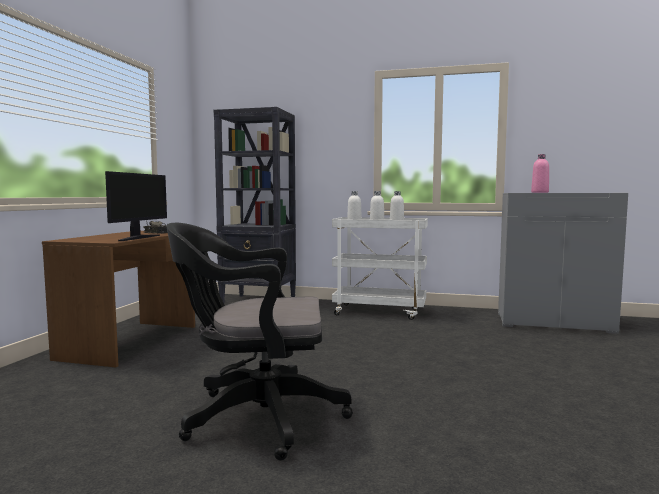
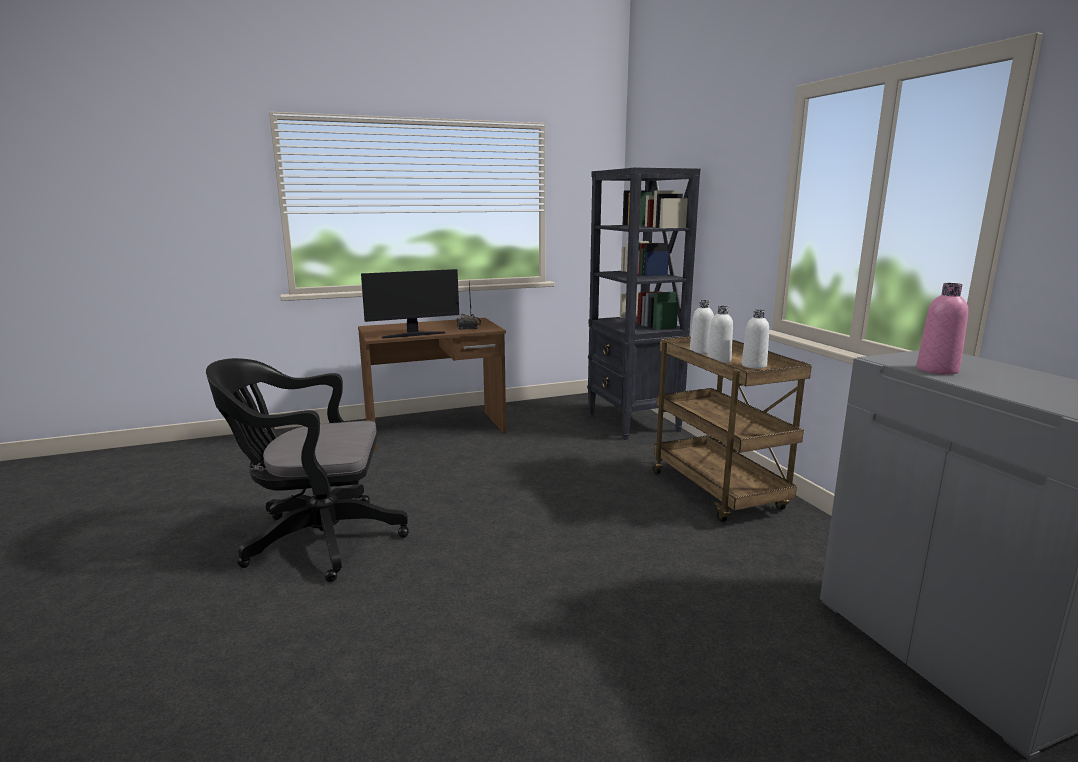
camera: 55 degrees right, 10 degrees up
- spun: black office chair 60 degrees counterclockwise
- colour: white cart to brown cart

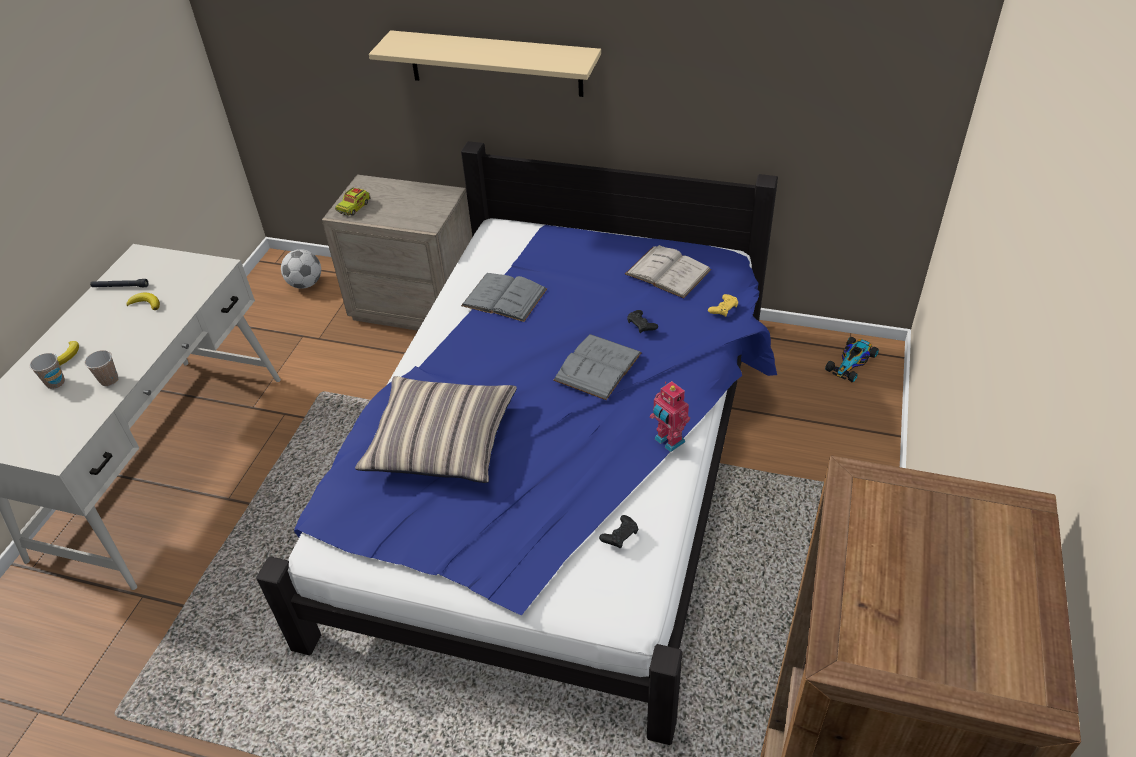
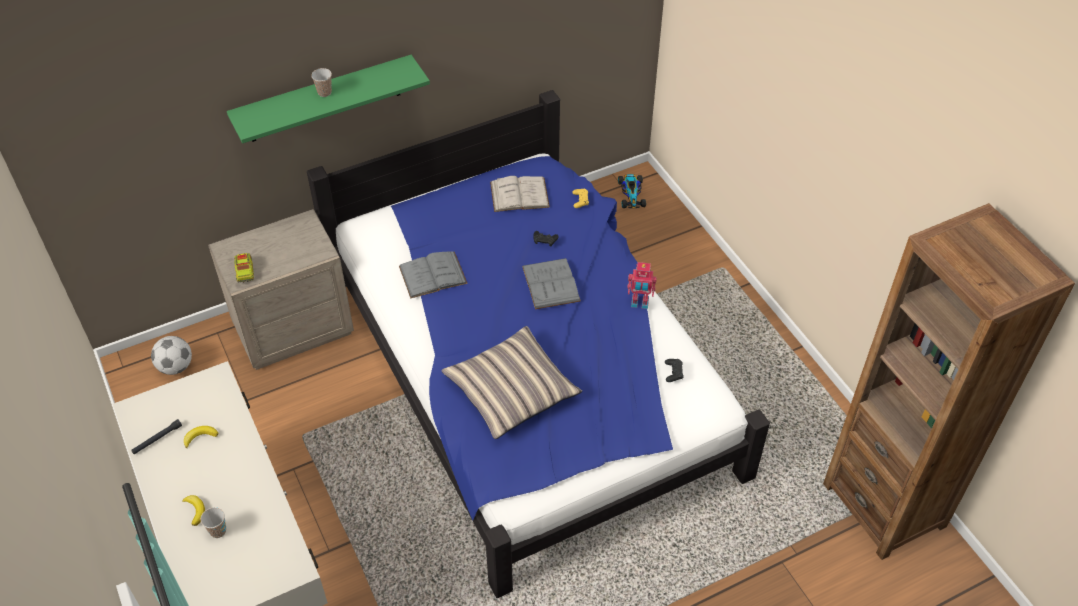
camera: 45 degrees left, 5 degrees up
- colour: beige shelf to green shelf
- relocated: cup (no. 2 from left)

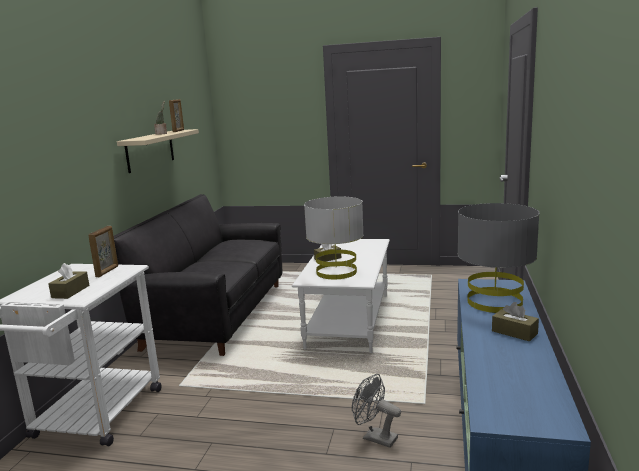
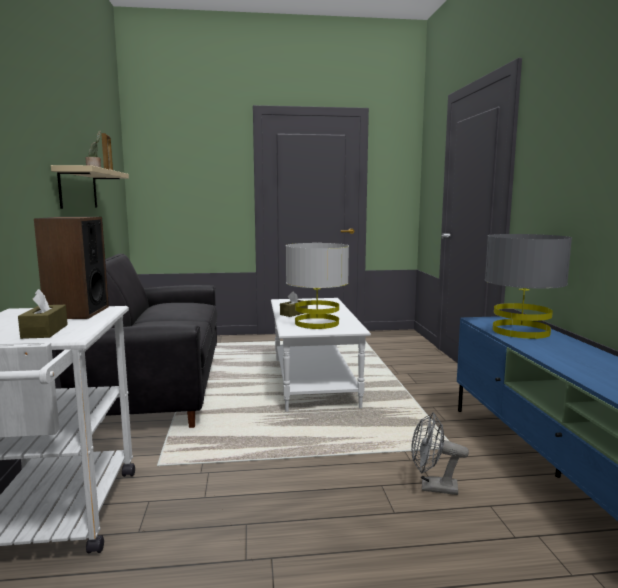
camera: 20 degrees left, 5 degrees down
- exchanged: picture frame (no. 1 from left) to speaker
- missing: brown tissue box (no. 3 from left)

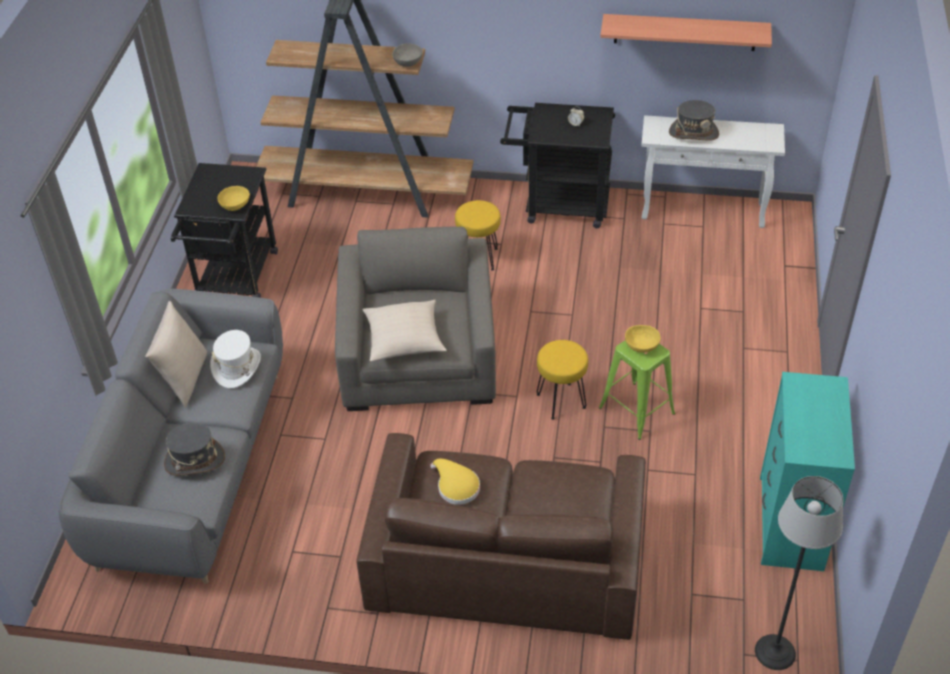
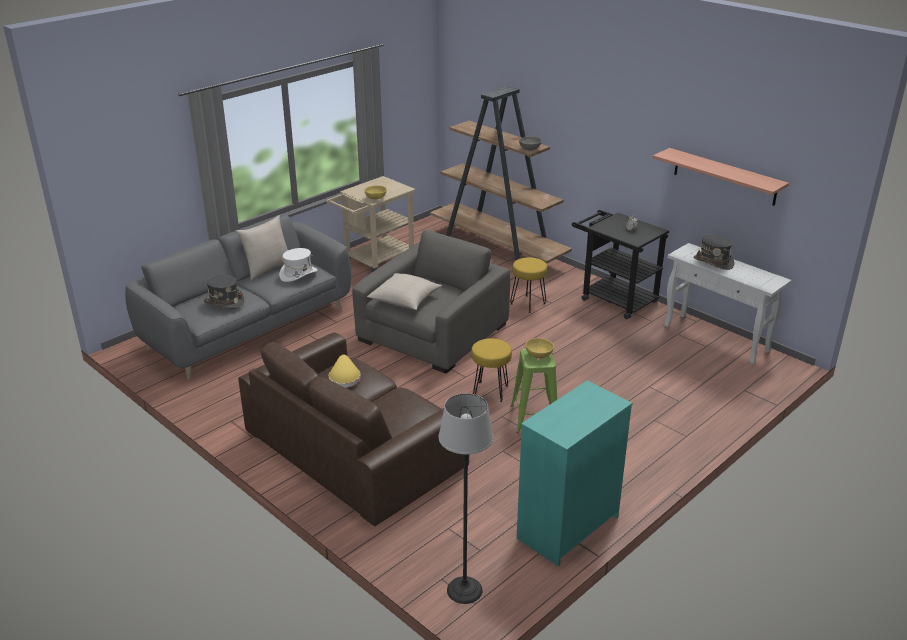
camera: 35 degrees right, 15 degrees down
- colour: black cart (no. 1 from left) to beige cart

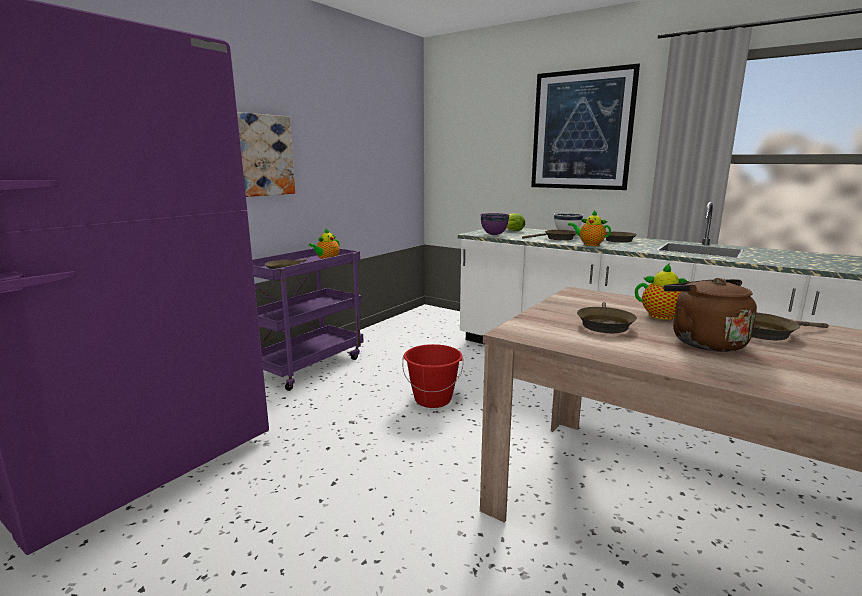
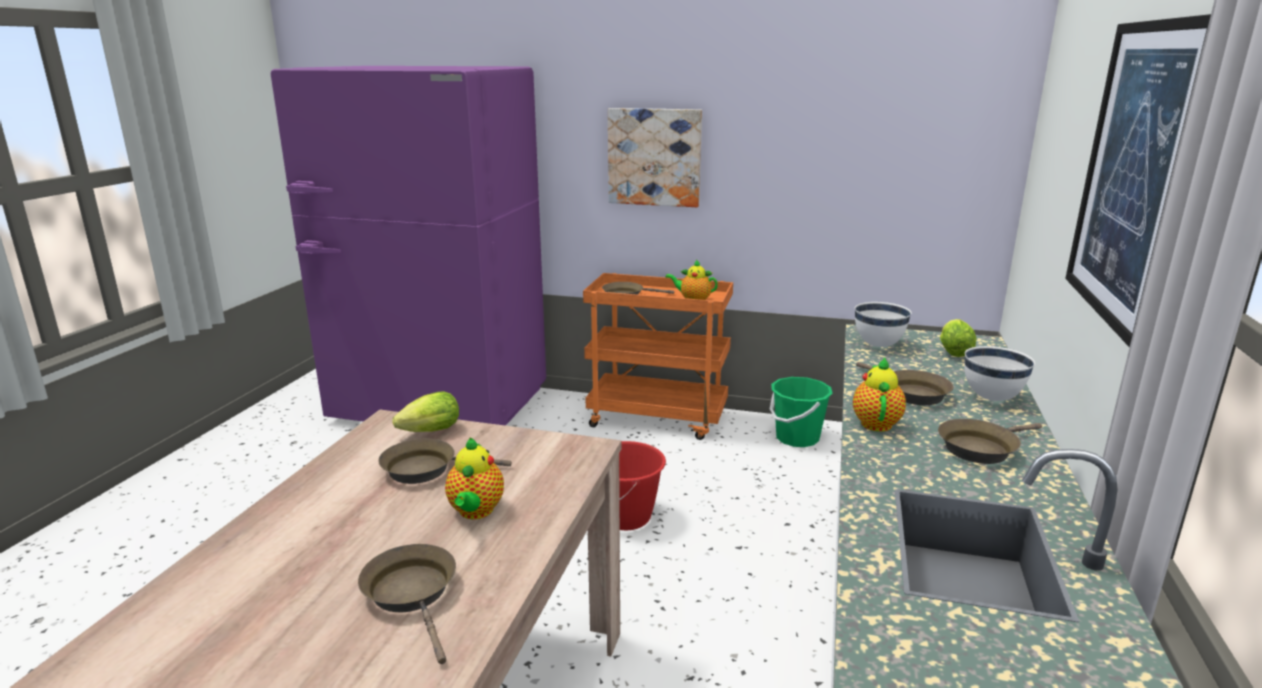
camera: 70 degrees right, 5 degrees up
- appeared: lettuce (no. 1 from left)
- colour: purple cart to orange cart
- appeared: green bucket
- colour: purple bowl to white bowl (no. 1 from left)
- missing: brown kettle

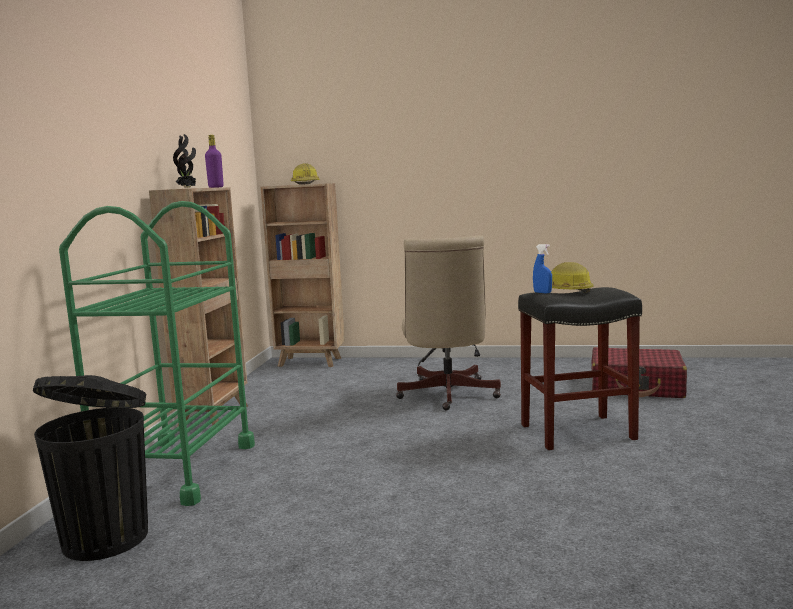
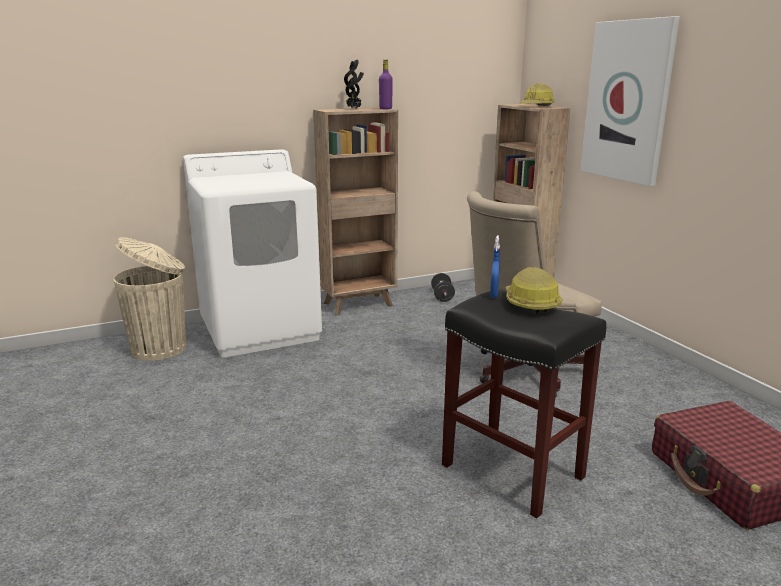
camera: 55 degrees right, 10 degrees up
- colour: black trash can to beige trash can
- exchanged: green cart to white washing machine
- appeared: black dumbbell
- appeared: picture

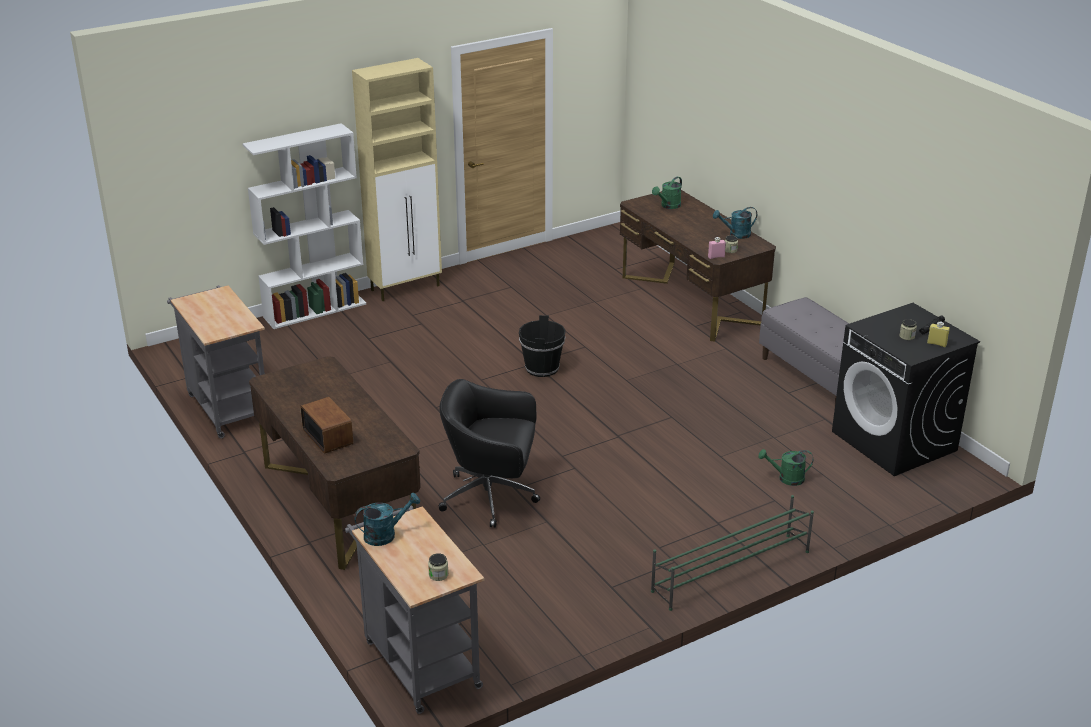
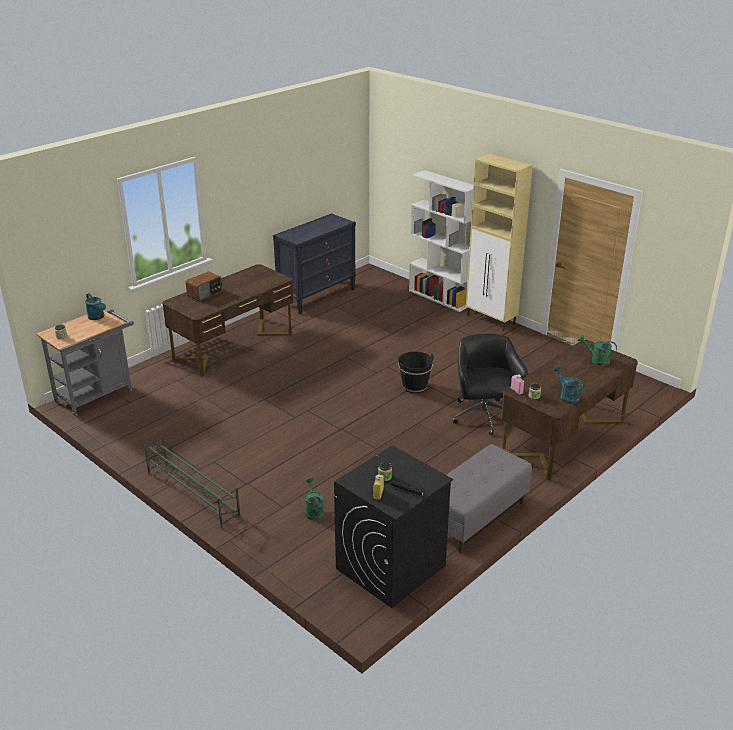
camera: 75 degrees right, 0 degrees up
- exchanged: grey cart (no. 1 from left) to black dresser
- relocated: black office chair

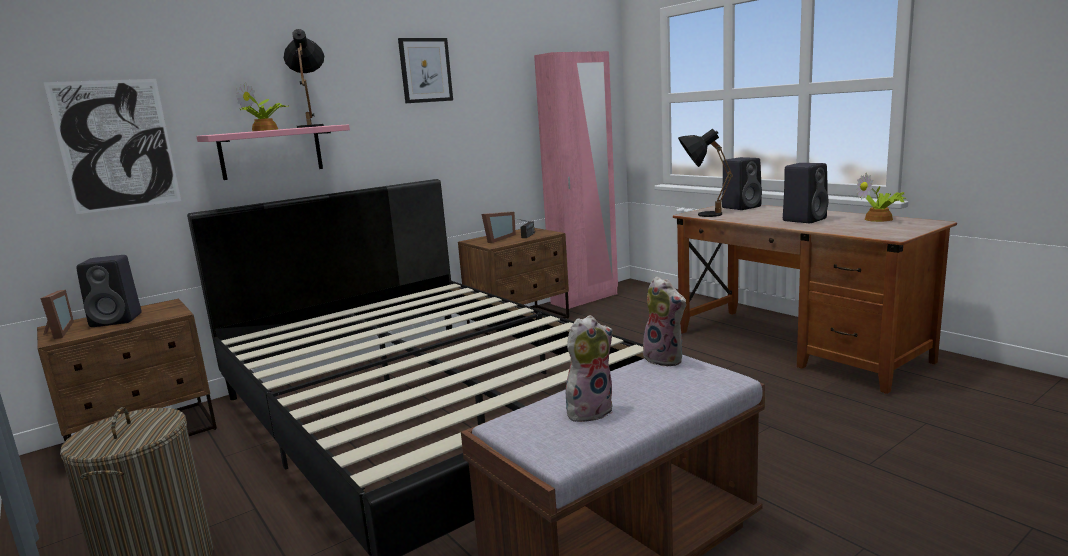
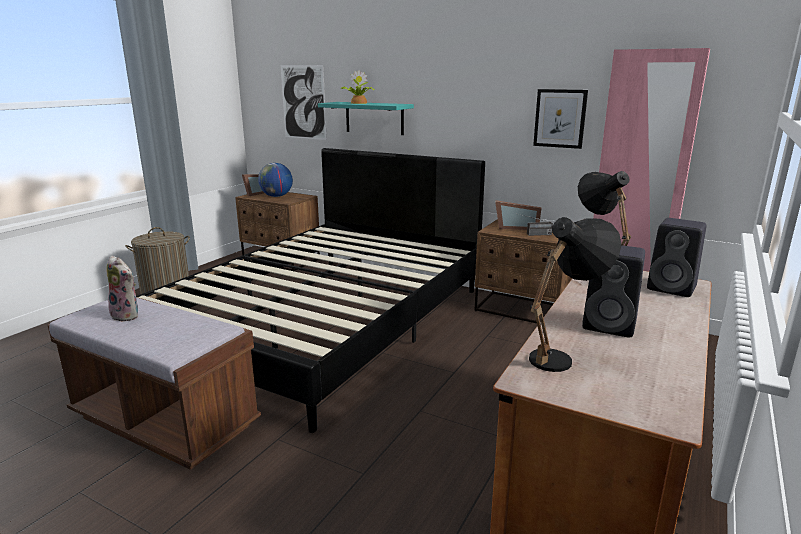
camera: 65 degrees right, 5 degrees up
- exchanged: black speaker (no. 1 from left) to globe
- colour: pink shelf to turquoise shelf
- relocated: black table lamp (no. 1 from left)
- relocated: picture (no. 2 from left)
- missing: plush toy (no. 2 from left)
- missing: potted plant (no. 2 from left)

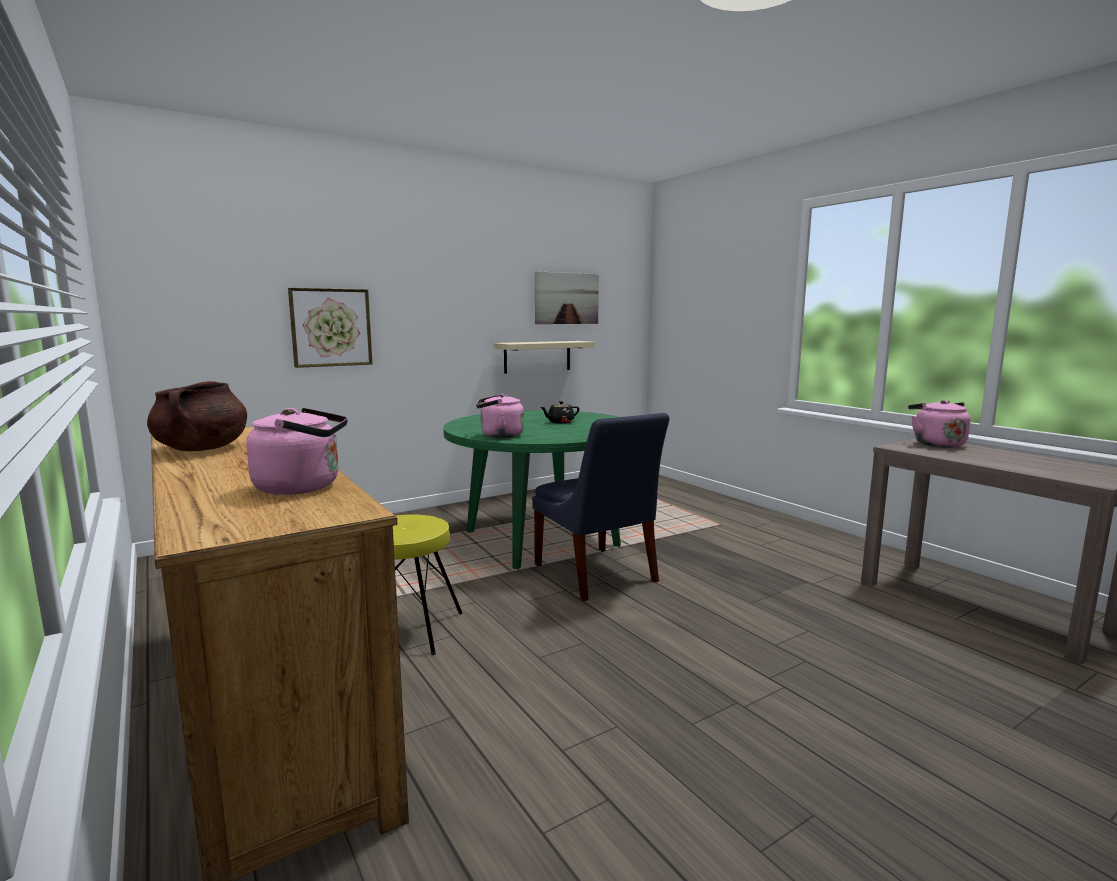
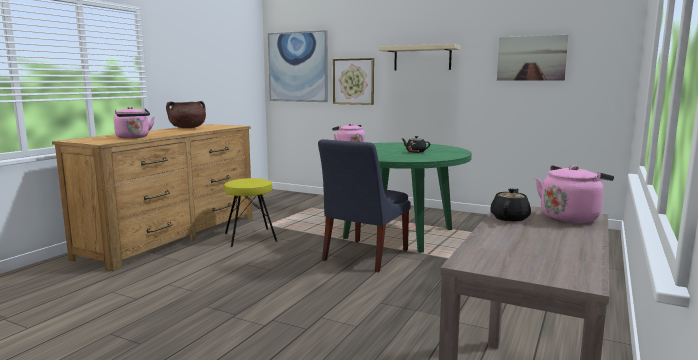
camera: 60 degrees right, 0 degrees up
- appeared: picture (no. 1 from left)
- relocated: beige shelf
- appeared: black teapot (no. 2 from left)

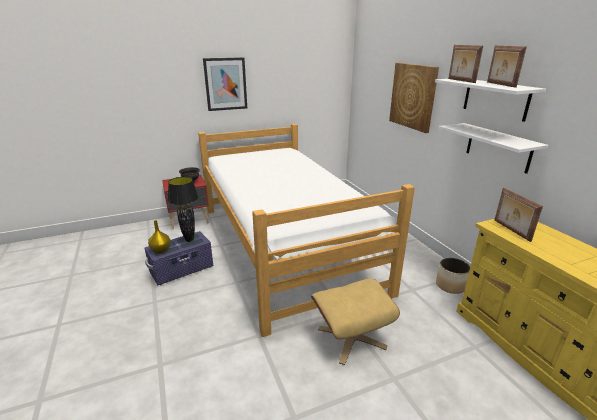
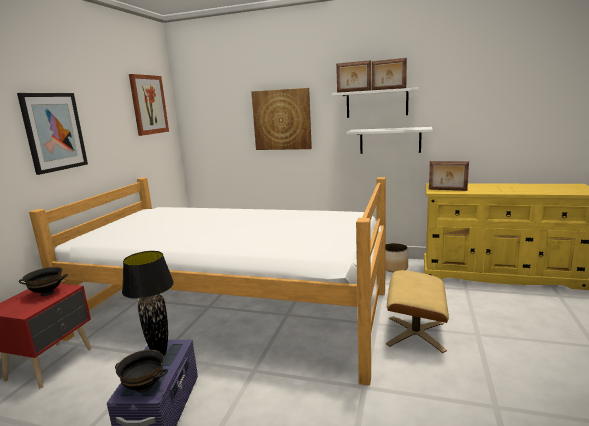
camera: 50 degrees left, 10 degrees down
- exchanged: yellow vase to black bowl (no. 2 from left)
- appeared: picture (no. 2 from left)

